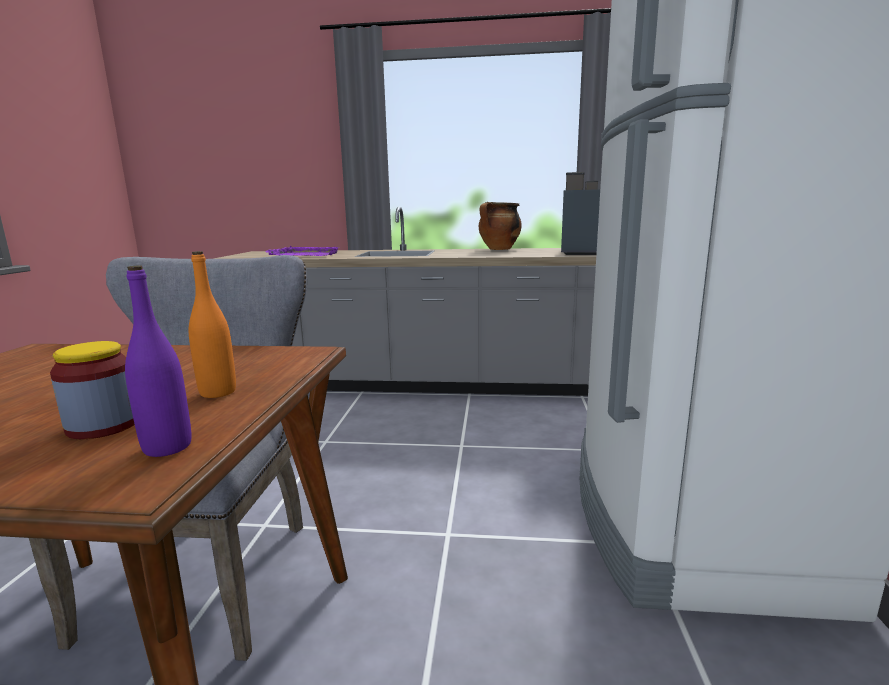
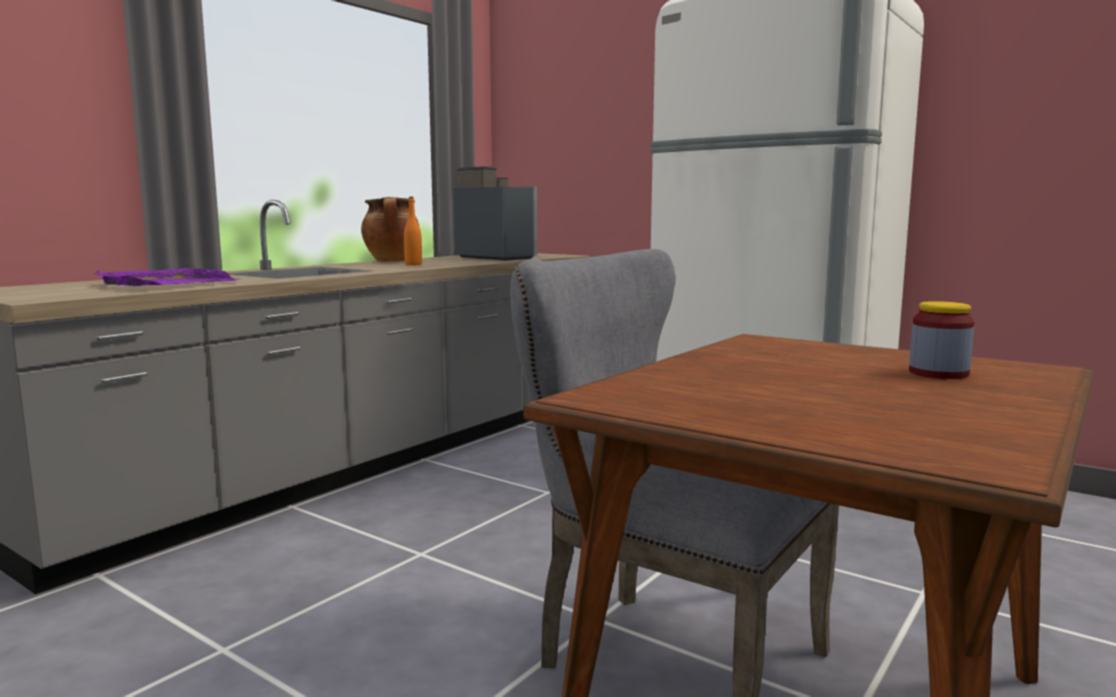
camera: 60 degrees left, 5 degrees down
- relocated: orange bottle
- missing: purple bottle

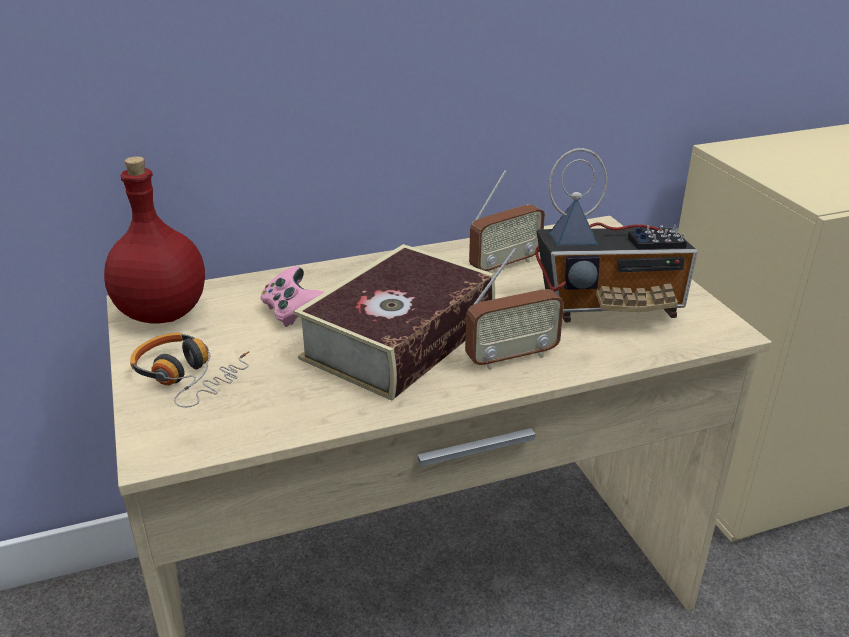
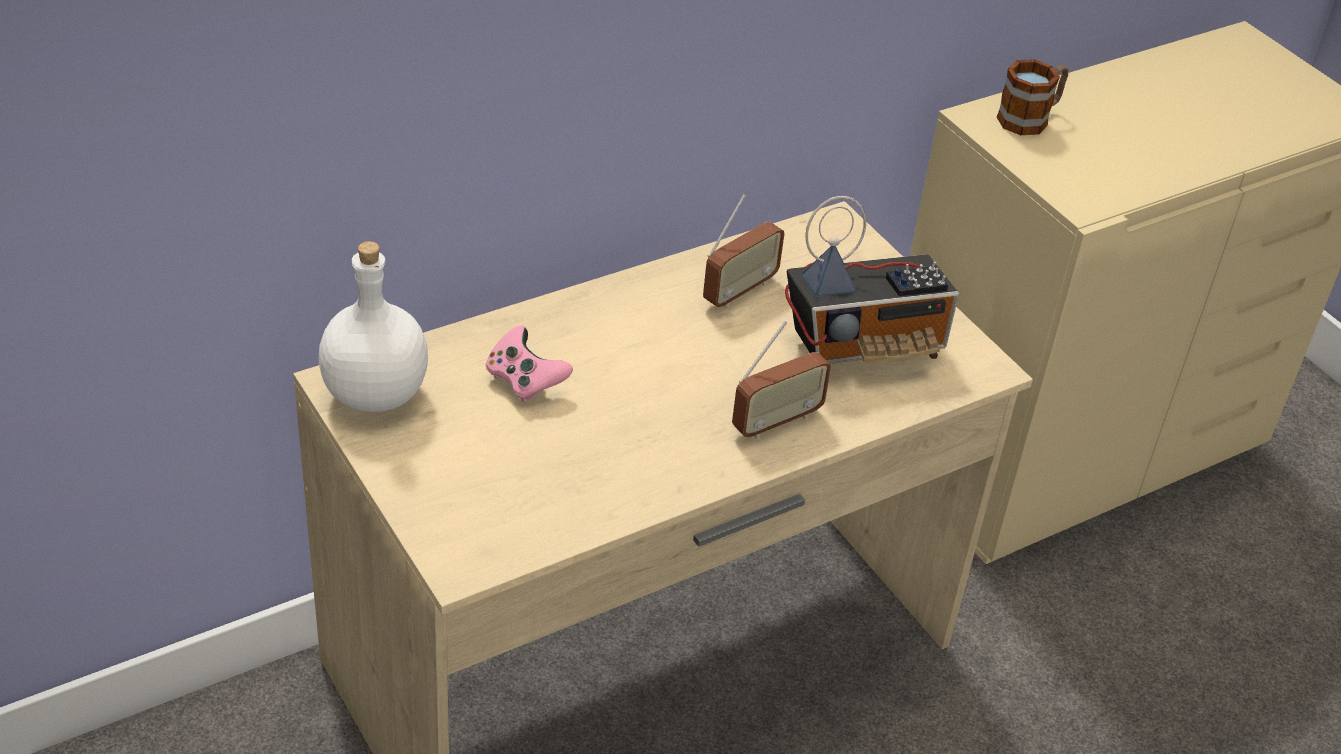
camera: 15 degrees left, 10 degrees up
- colour: red bottle to white bottle
- appeared: mug
- missing: headphones
- missing: book

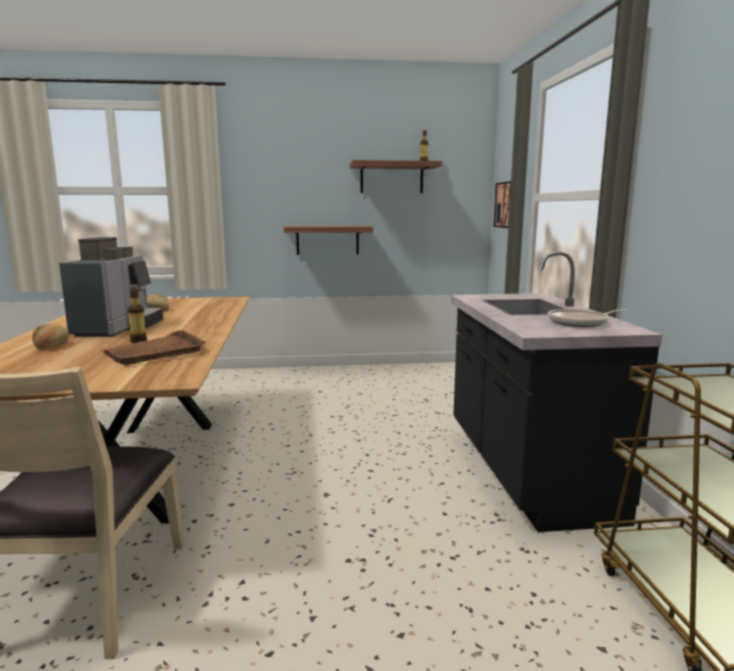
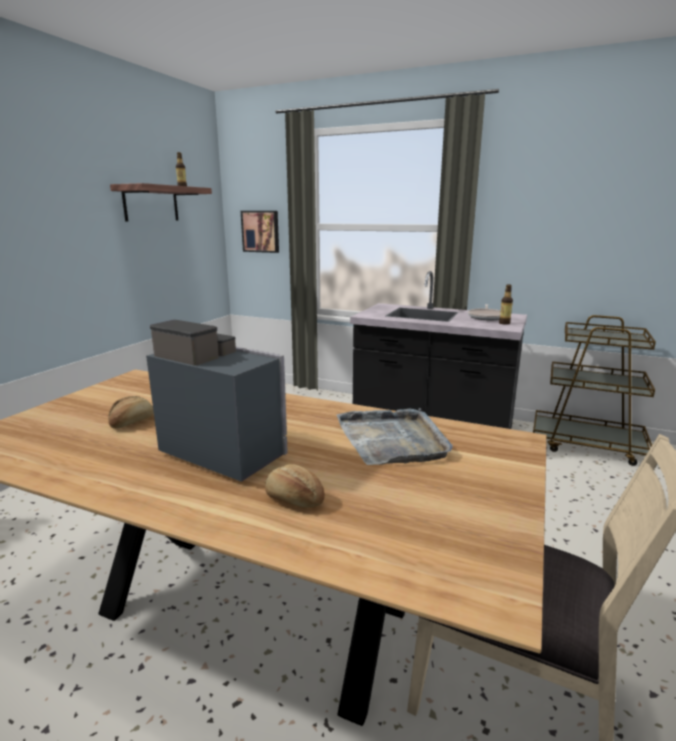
camera: 60 degrees left, 5 degrees up
- colour: brown tray to grey tray
- relocated: bottle (no. 1 from left in the first image) to bottle (no. 2 from left)
- missing: shelf (no. 1 from left)

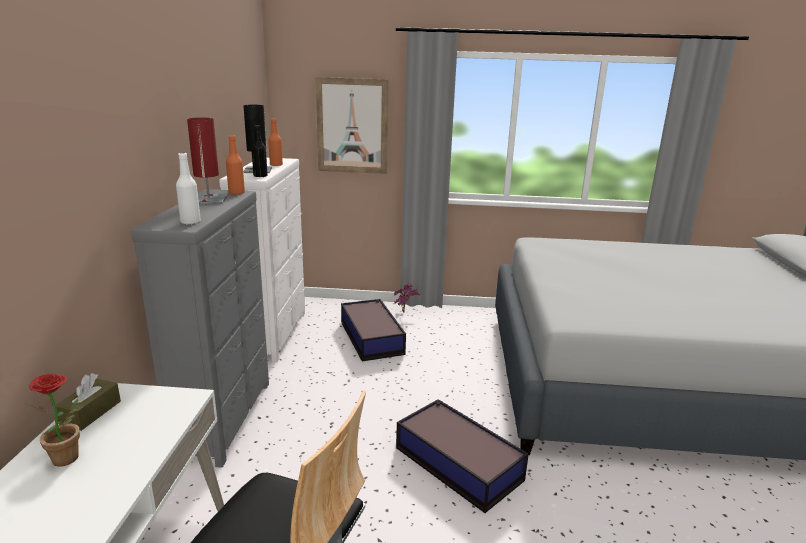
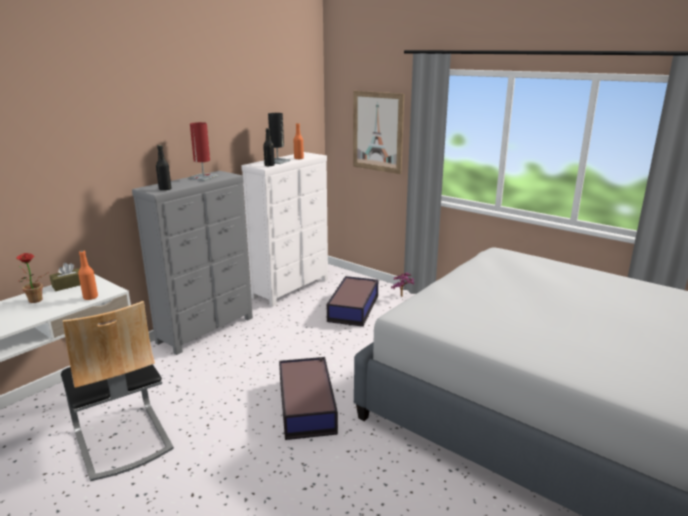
camera: 35 degrees right, 0 degrees up
- relocated: orange bottle (no. 1 from left)
- colour: white bottle to black bottle (no. 1 from left)

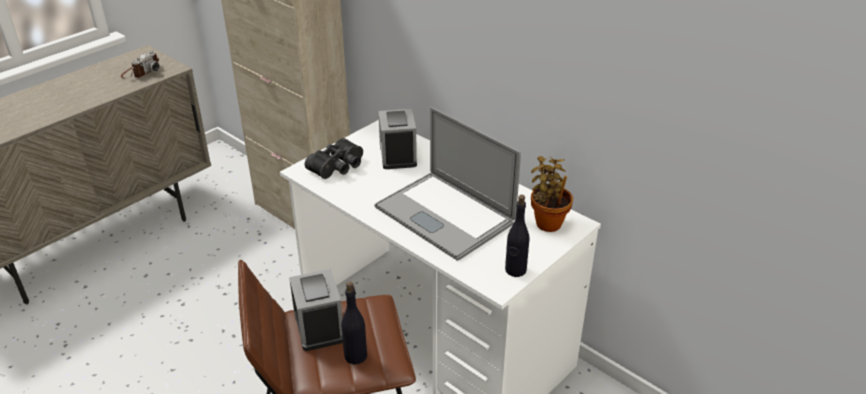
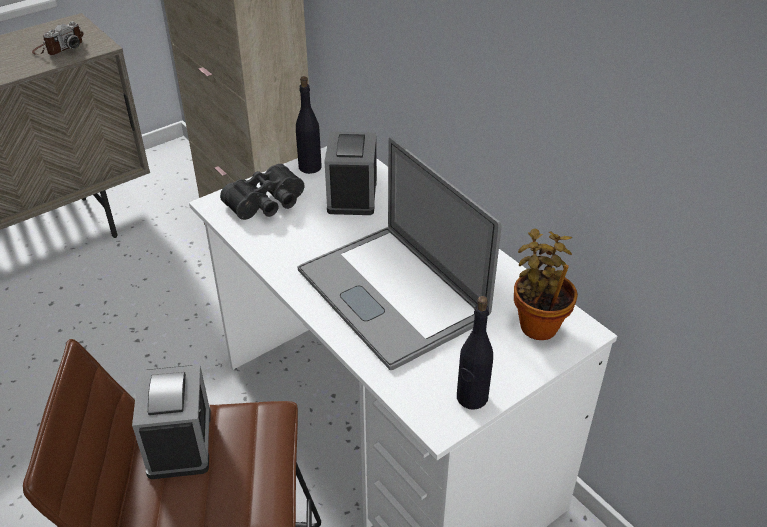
camera: 10 degrees right, 5 degrees up
- relocated: black bottle (no. 1 from left)

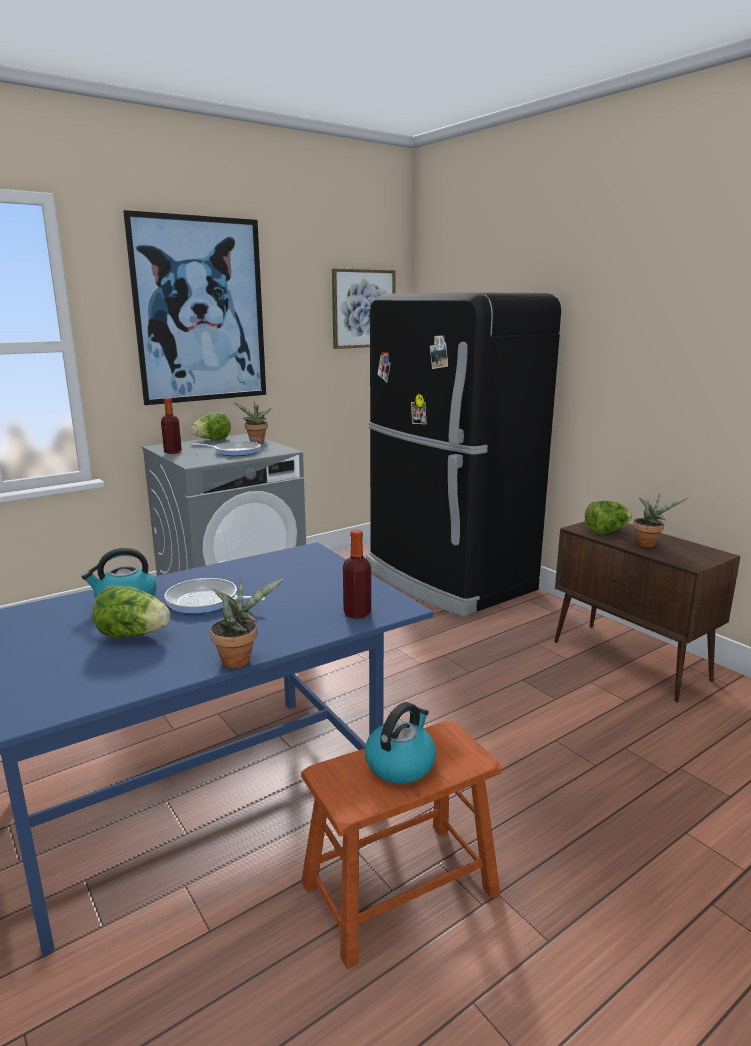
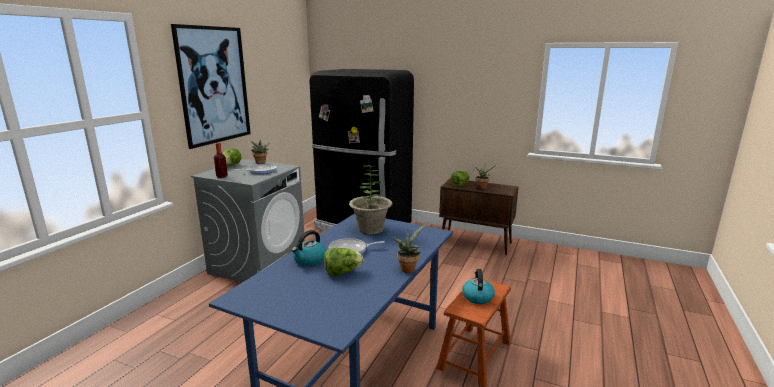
camera: 30 degrees left, 0 degrees up
- appeared: potted plant (no. 2 from left)
- missing: picture (no. 2 from left)
- missing: bottle (no. 2 from left)

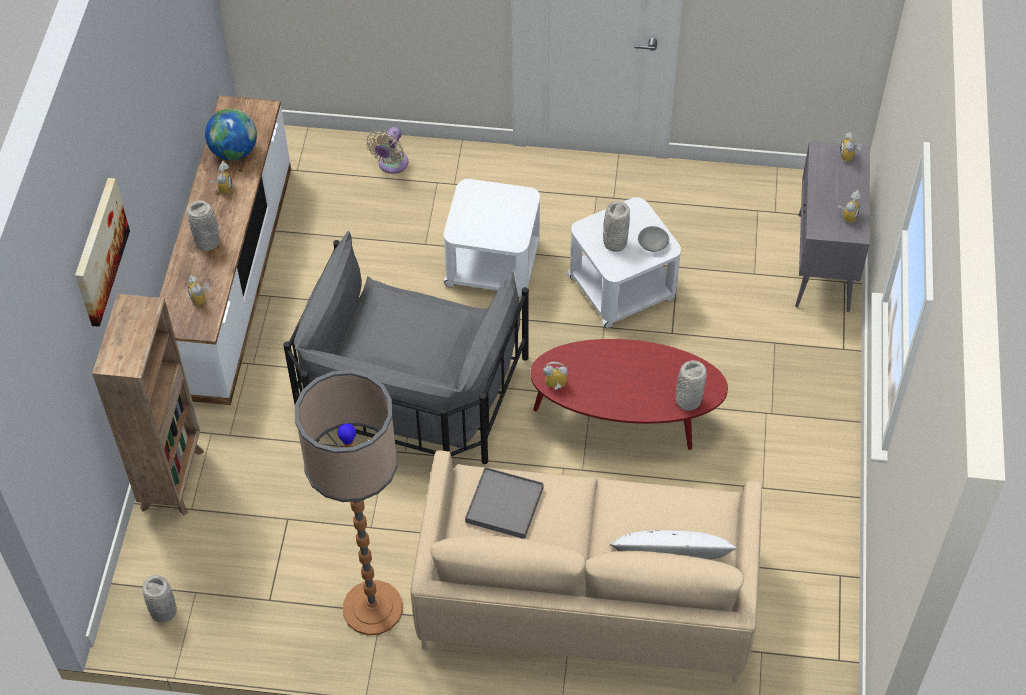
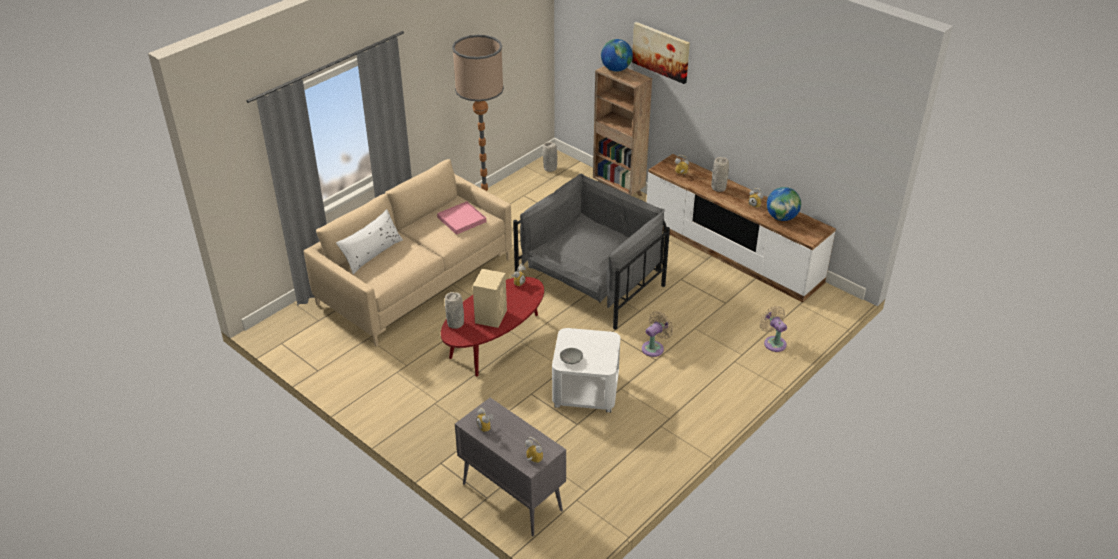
camera: 125 degrees right, 15 degrees down
- colour: grey tray to pink tray
- appeared: beige speaker
- spun: grey armchair 75 degrees clockwise
- appeared: globe (no. 1 from left)
- exchanged: white side table (no. 1 from left) to beige fan (no. 1 from left)
- missing: grey vase (no. 3 from left)

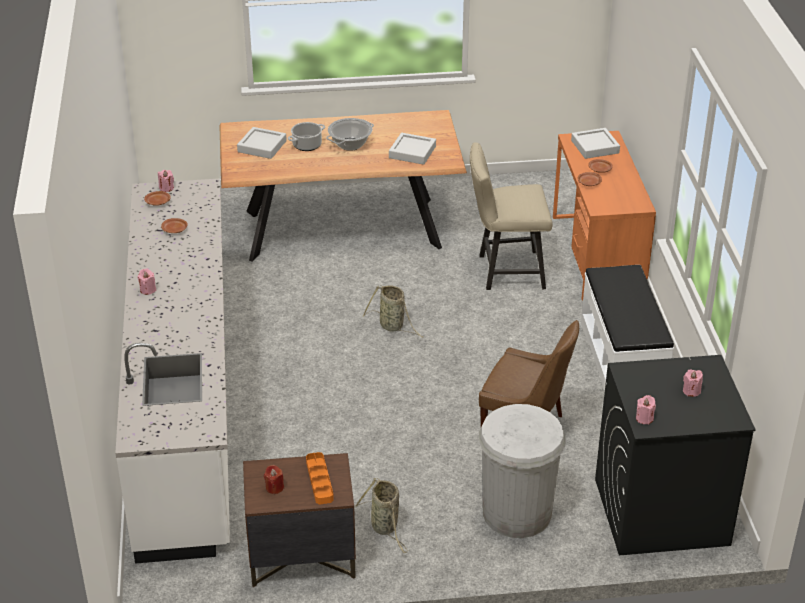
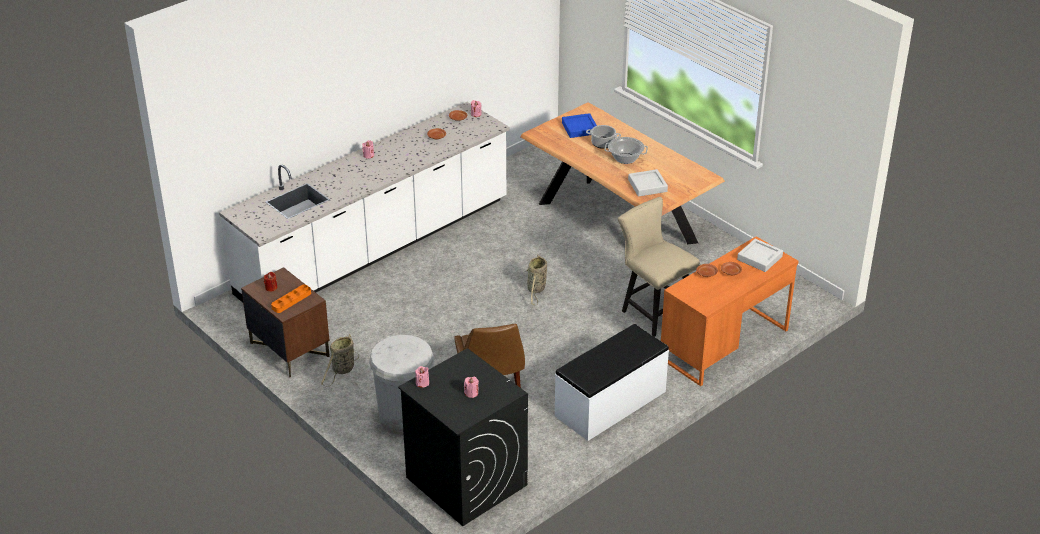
camera: 55 degrees right, 0 degrees up
- colour: grey tray (no. 1 from left) to blue tray

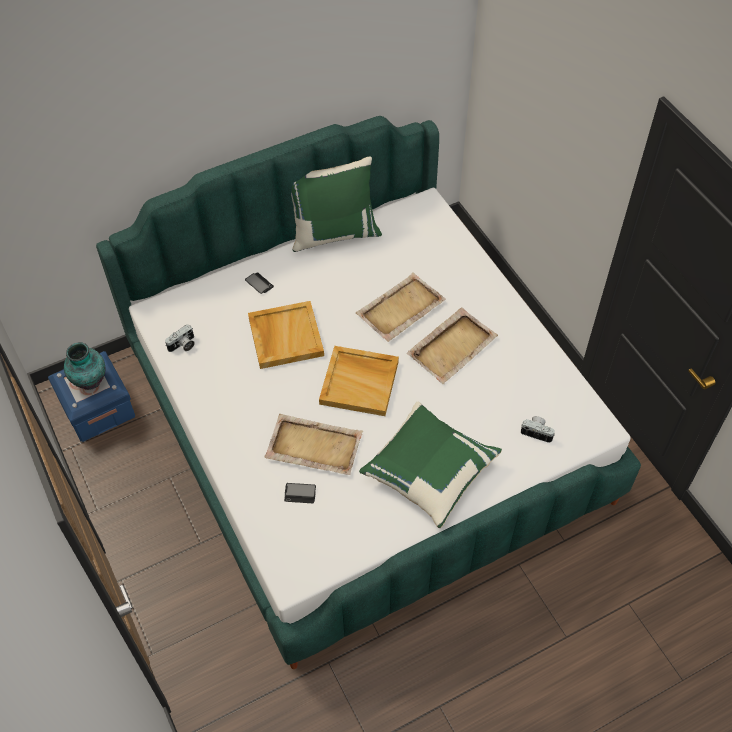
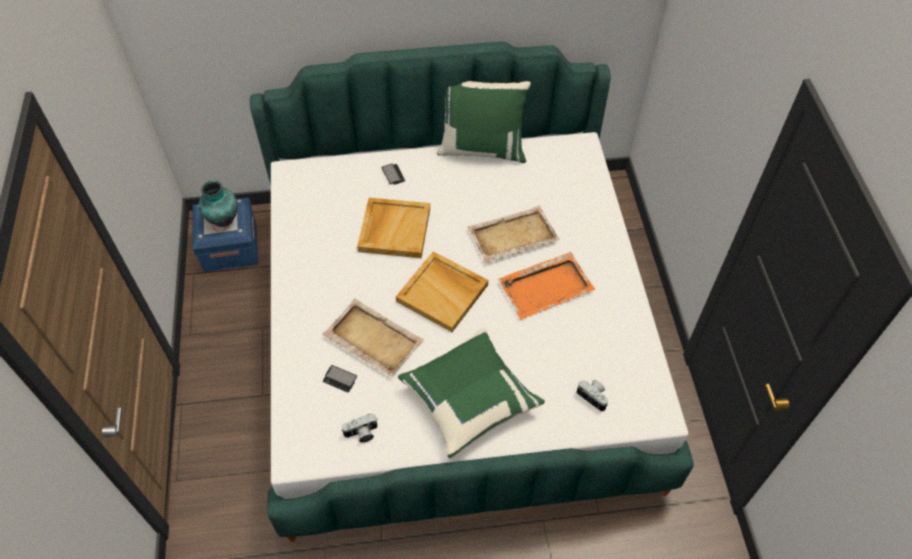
camera: 20 degrees right, 0 degrees up
- relocated: photo camera (no. 1 from left)
- colour: beige tray (no. 5 from left) to orange tray

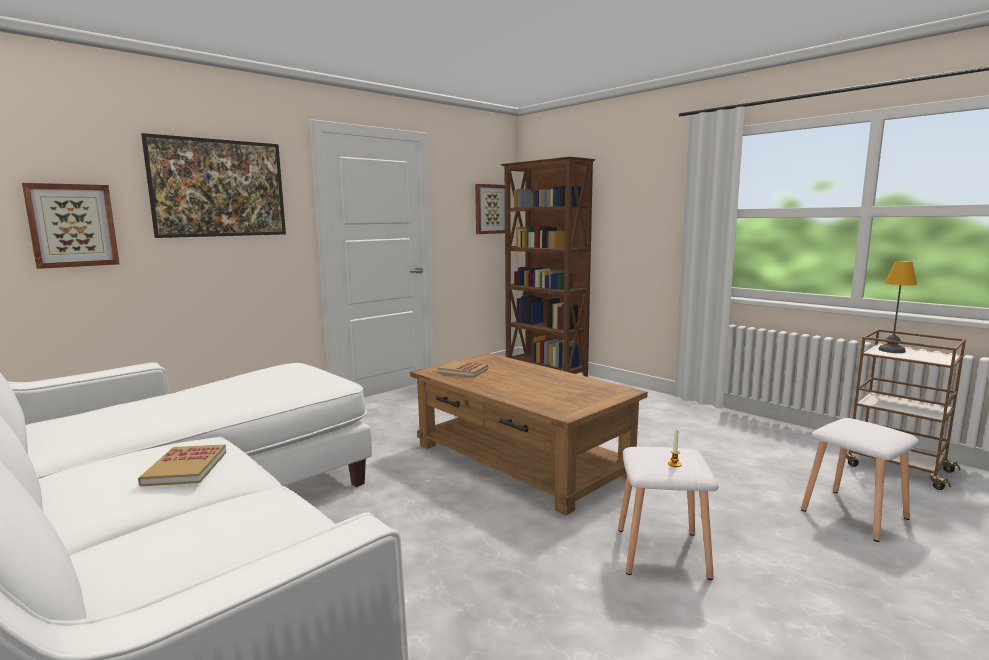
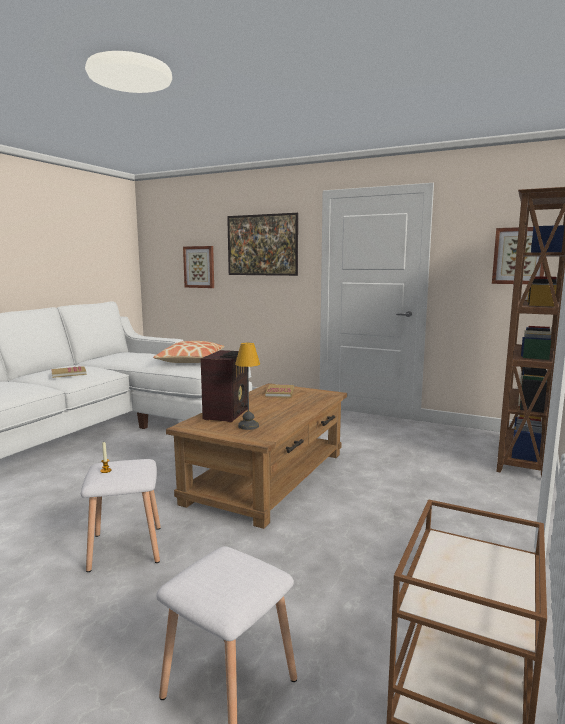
camera: 70 degrees right, 0 degrees up
- appeared: pillow
- appeared: radio
- relocated: table lamp

